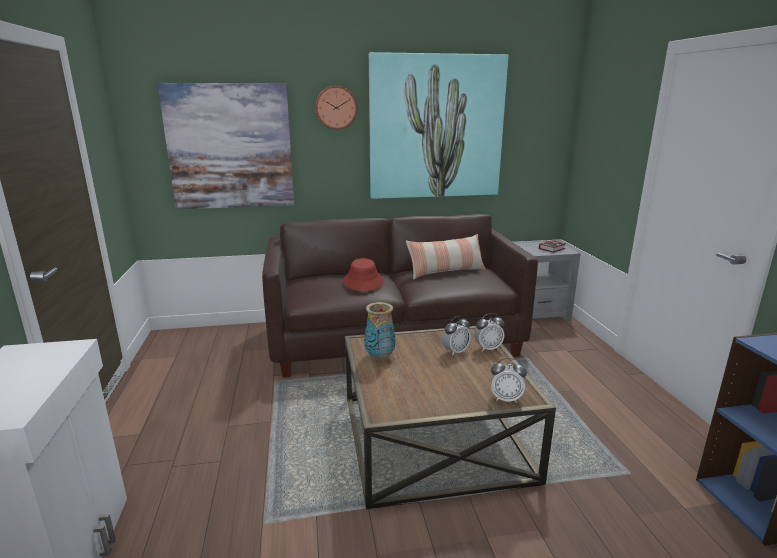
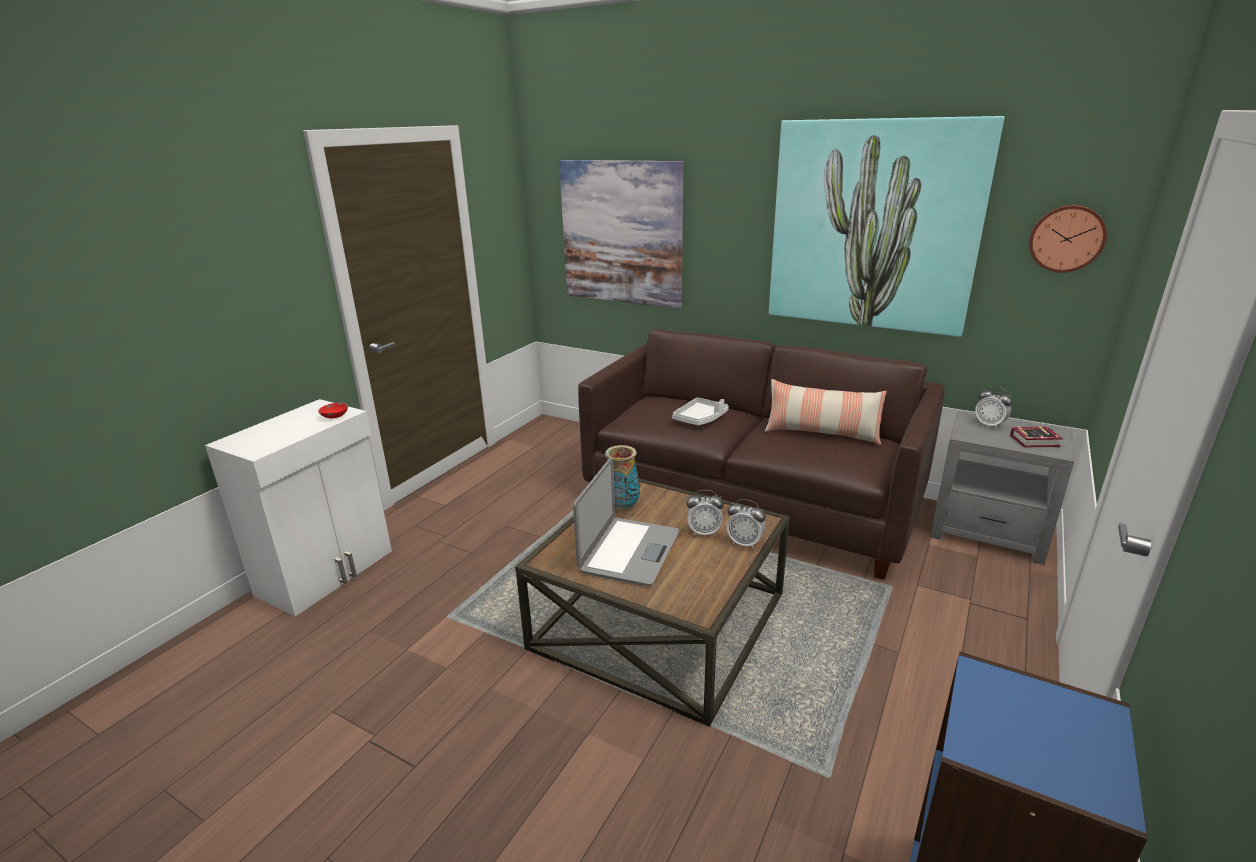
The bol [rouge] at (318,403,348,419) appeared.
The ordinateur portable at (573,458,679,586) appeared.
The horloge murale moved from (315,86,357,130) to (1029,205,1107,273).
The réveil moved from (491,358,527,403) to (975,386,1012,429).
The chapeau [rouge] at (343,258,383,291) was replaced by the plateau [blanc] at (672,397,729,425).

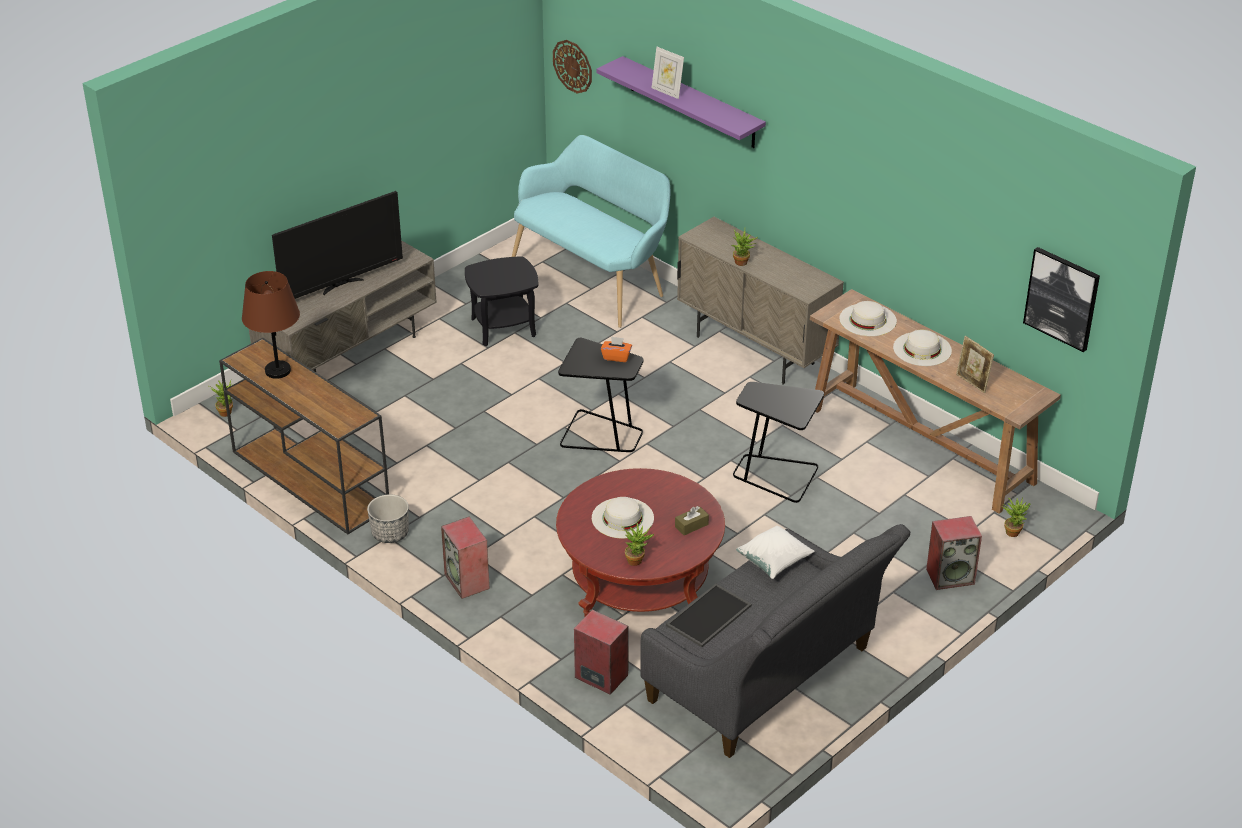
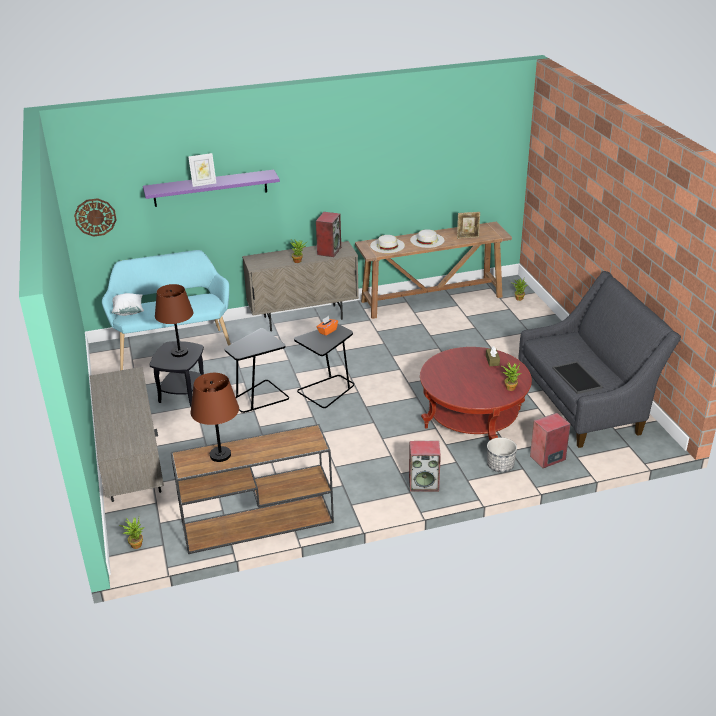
The téléviseur at (272,191,403,299) disappeared.
The chapeau [blanc] at (592,497,654,539) disappeared.
The tableau at (1023,247,1100,352) disappeared.
The lampe de table [marron] at (155,284,194,357) appeared.
The cache-pot moved from (367,494,409,543) to (487,437,517,472).
The table d'appoint [noir] moved from (733,382,824,503) to (224,328,289,413).
The coussin [blanc] moved from (736,526,815,579) to (112,293,144,316).
The enceinte moved from (926,516,982,590) to (316,212,341,257).

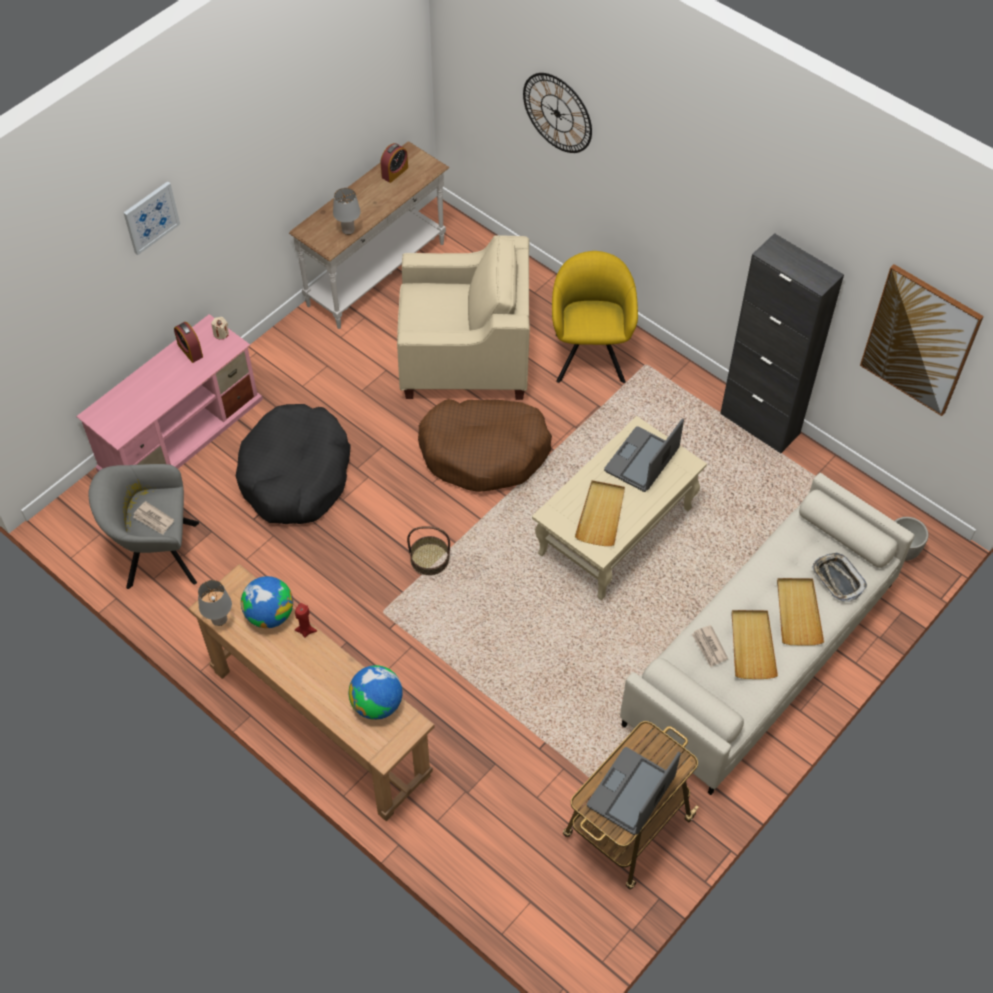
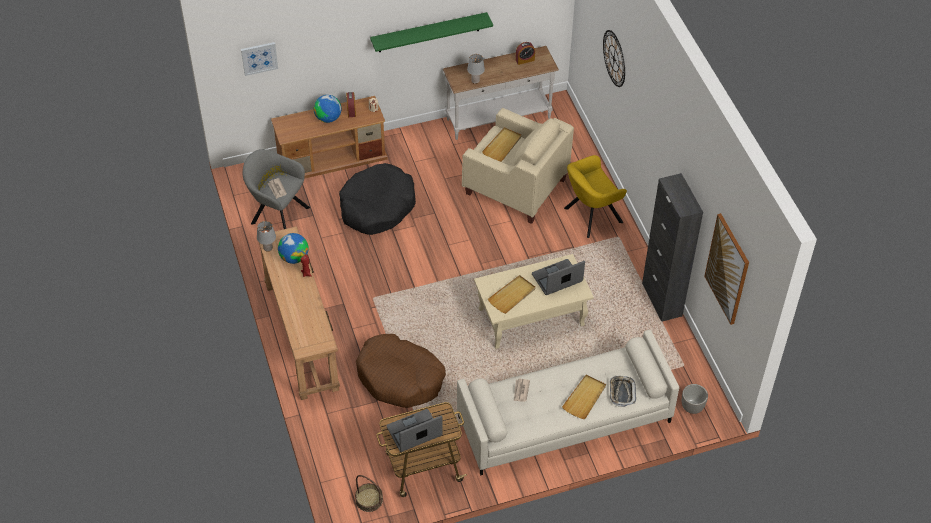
The étagère [vert] at (370,12,493,52) appeared.
The tableau moved from (124,181,180,255) to (241,42,278,76).
The globe moved from (349,665,403,720) to (314,95,342,123).
The panier moved from (407,526,450,576) to (355,475,383,512).
The panier pour chien [marron] moved from (418,399,552,492) to (356,334,446,408).
The plateau [beige] moved from (731,610,778,679) to (482,127,522,162).
The meuble télé [rose] at (76,314,263,472) became the meuble télé [marron] at (271,96,388,179).
The fauteuil [jaune] at (552,251,638,383) turned 150 degrees counterclockwise.

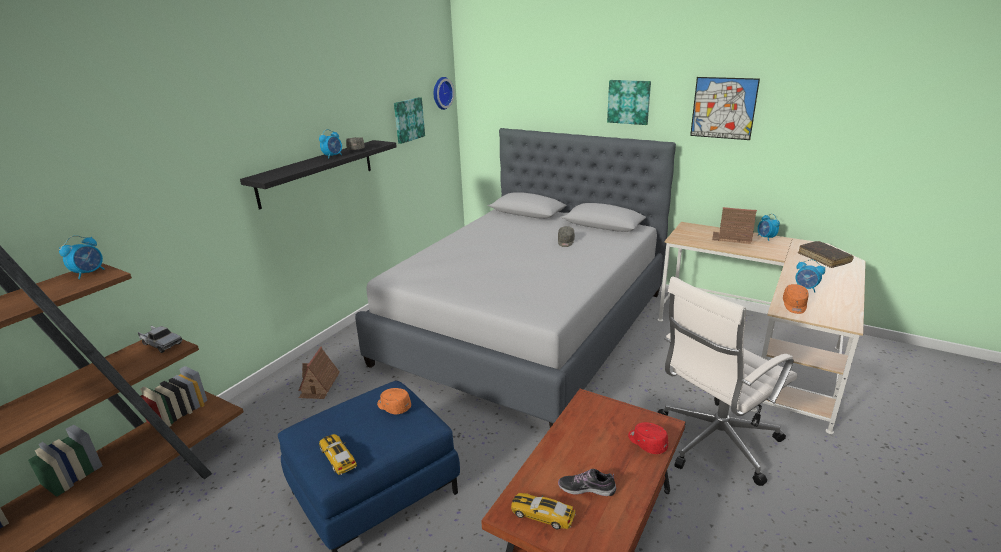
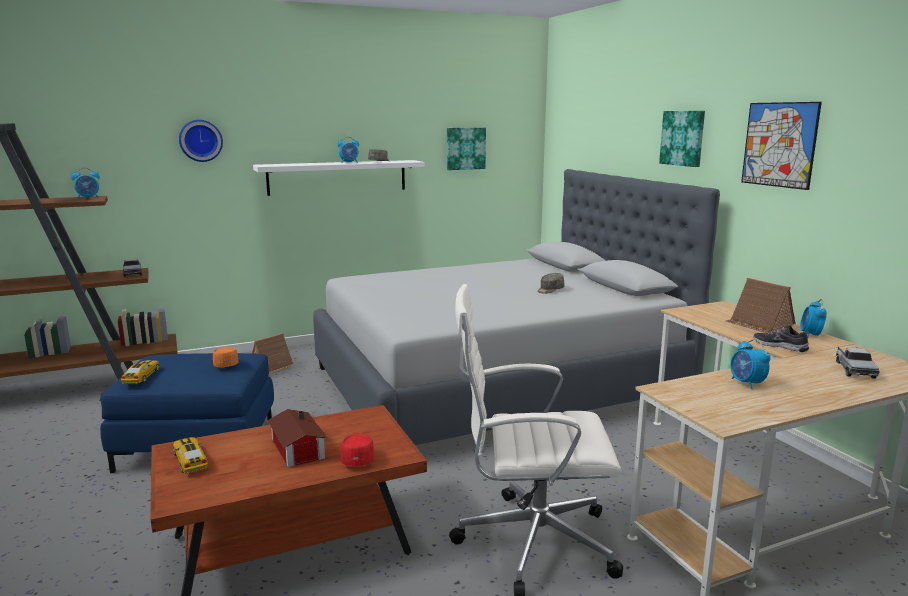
The casquette [orange] at (783,284,808,314) disappeared.
The maison miniature at (267,409,327,467) appeared.
The horloge murale moved from (434,77,454,110) to (179,120,223,162).
The chaussure moved from (558,469,616,496) to (753,325,809,352).
The livre [marron] at (798,241,854,268) was replaced by the camion jouet at (836,346,880,379).
The étagère [noir] at (240,140,397,210) became the étagère [blanc] at (253,160,425,196).

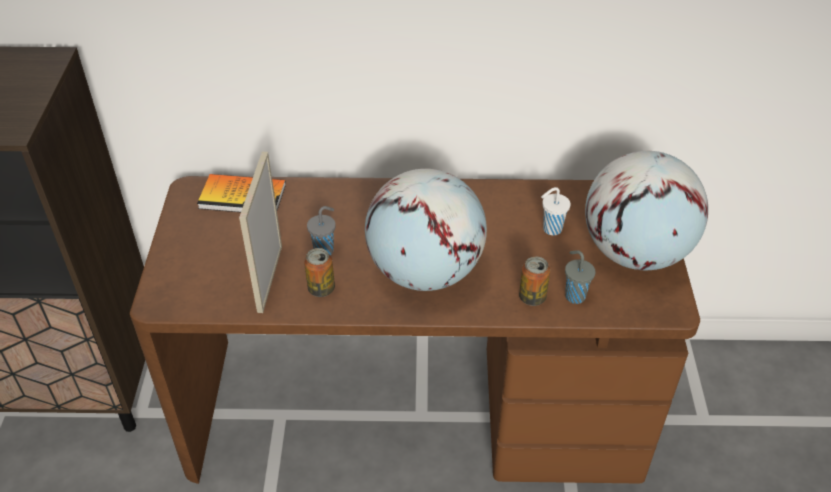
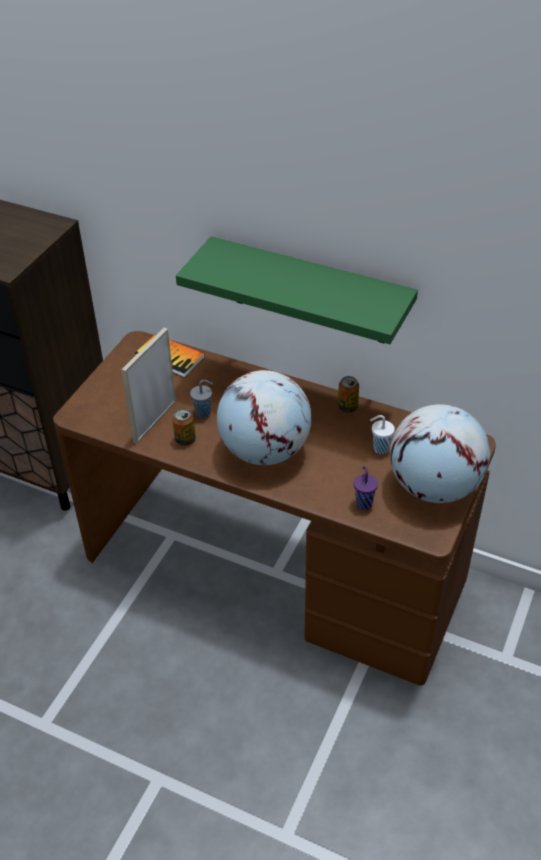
The étagère [vert] at (176,236,418,344) appeared.
The boîte métallique moved from (519,257,550,306) to (338,376,359,413).
The tasse [gris] at (565,250,595,304) became the tasse [violet] at (354,466,378,510).

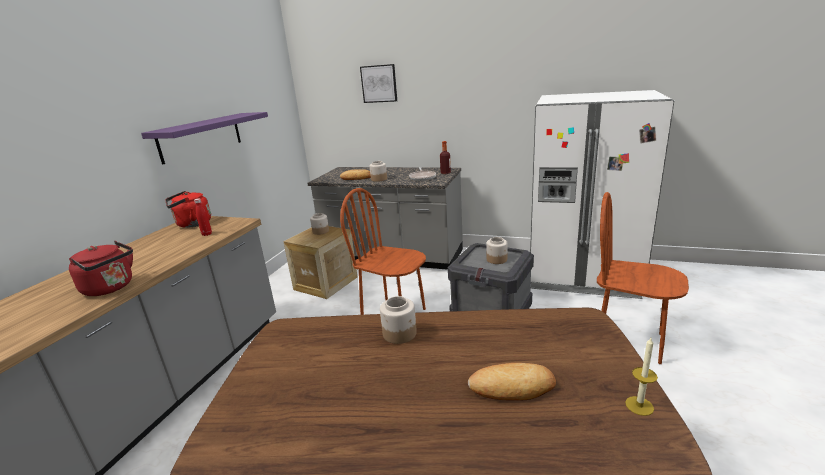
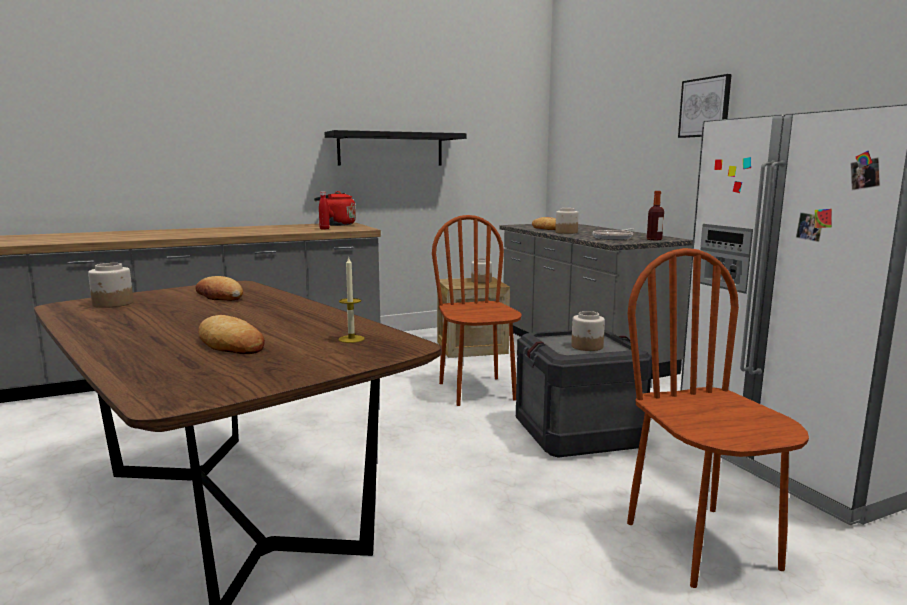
The bouilloire [rouge] at (69,241,133,296) disappeared.
The pain at (196,276,243,301) appeared.
The tableau moved from (360,64,397,103) to (678,74,732,138).
The bocal moved from (380,296,417,344) to (88,263,133,308).
The bougie moved from (625,338,658,416) to (339,256,365,343).
The étagère [violet] at (141,112,268,165) became the étagère [noir] at (325,130,466,166).

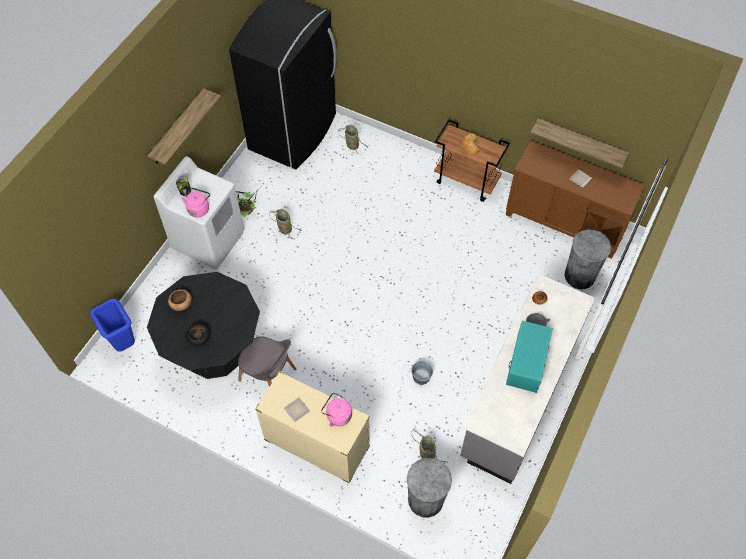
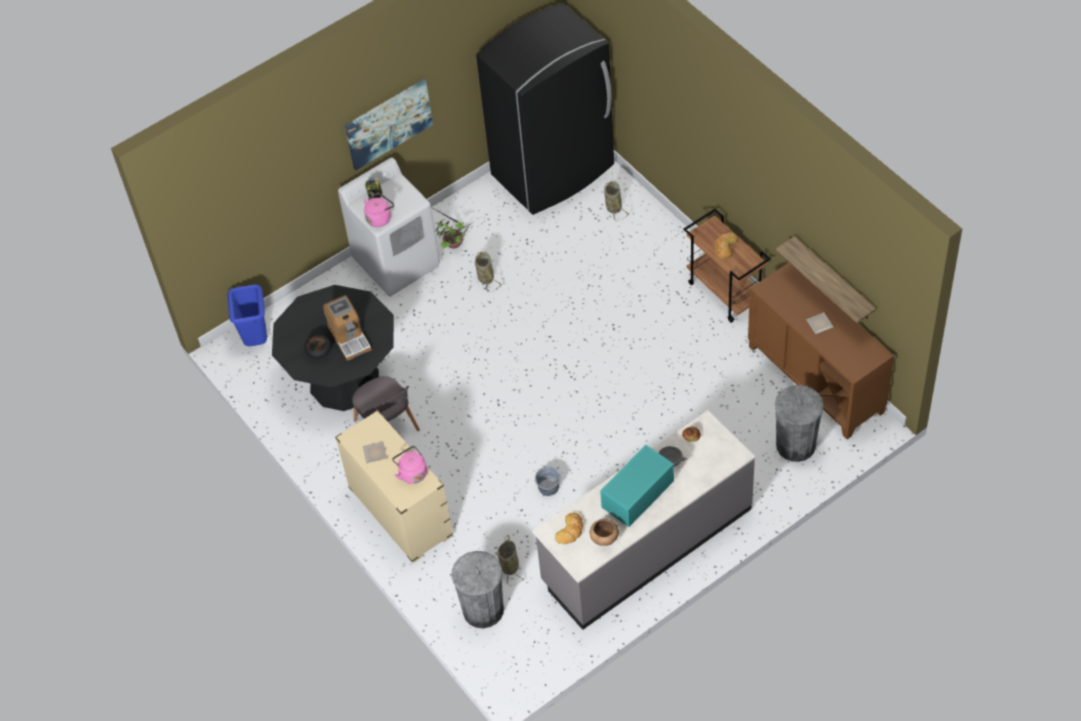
The machine à café at (323,295,372,361) appeared.
The pain at (555,513,583,544) appeared.
The bol [marron] moved from (168,289,192,311) to (590,519,619,546).
The étagère at (147,88,221,165) was replaced by the tableau at (345,79,433,170).

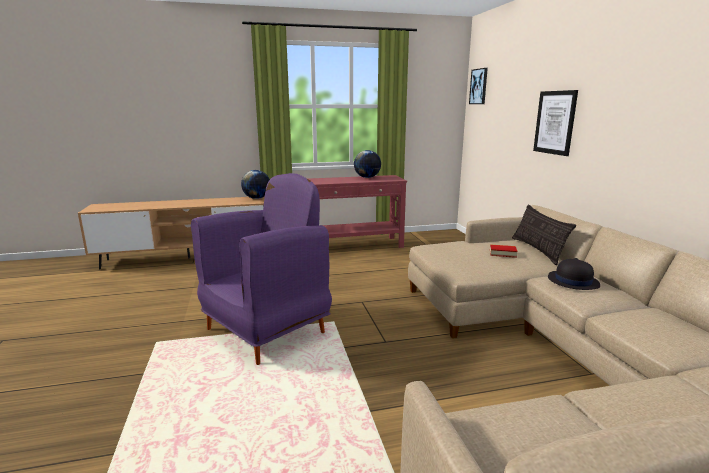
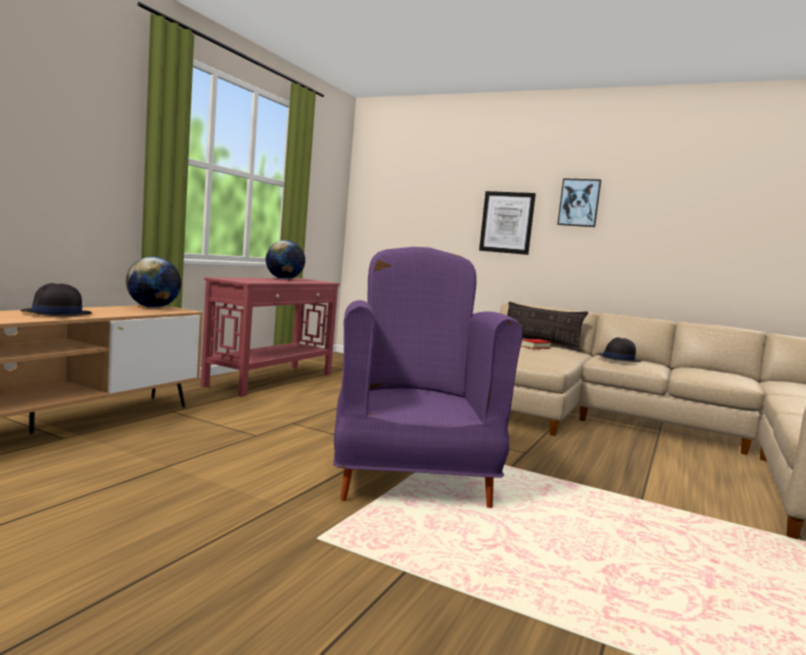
The chapeau [noir] at (21,283,92,316) appeared.
The tableau moved from (469,68,488,104) to (557,178,601,227).

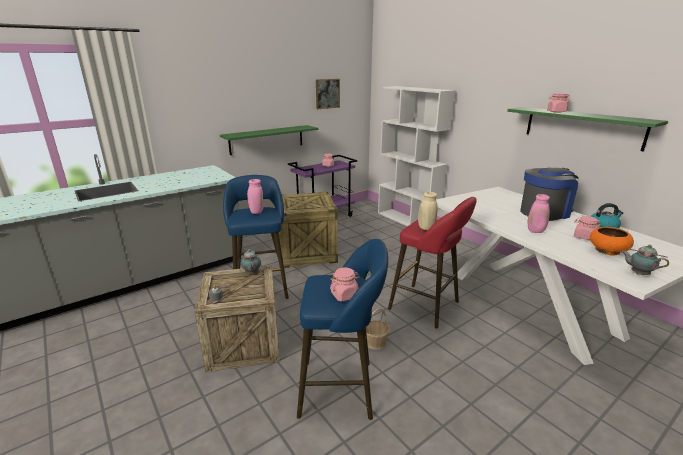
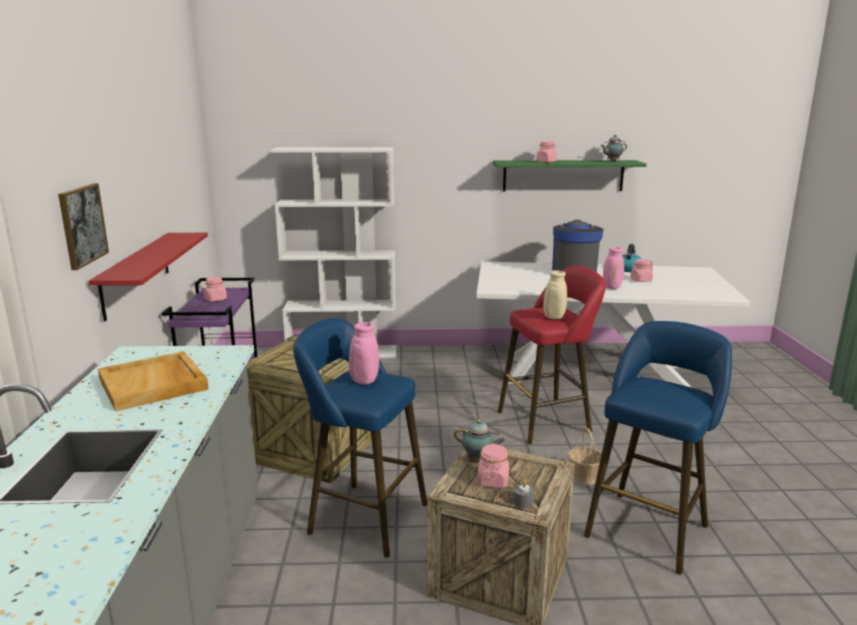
The bol [orange] at (590,227,634,256) disappeared.
The plateau [beige] at (98,351,209,412) appeared.
The tableau moved from (316,79,340,109) to (58,183,109,270).
The bocal [rose] moved from (330,268,360,302) to (477,444,509,488).
The théière moved from (621,245,669,275) to (601,135,627,162).
The étagère [vert] at (220,125,318,155) became the étagère [rouge] at (89,233,208,321).

